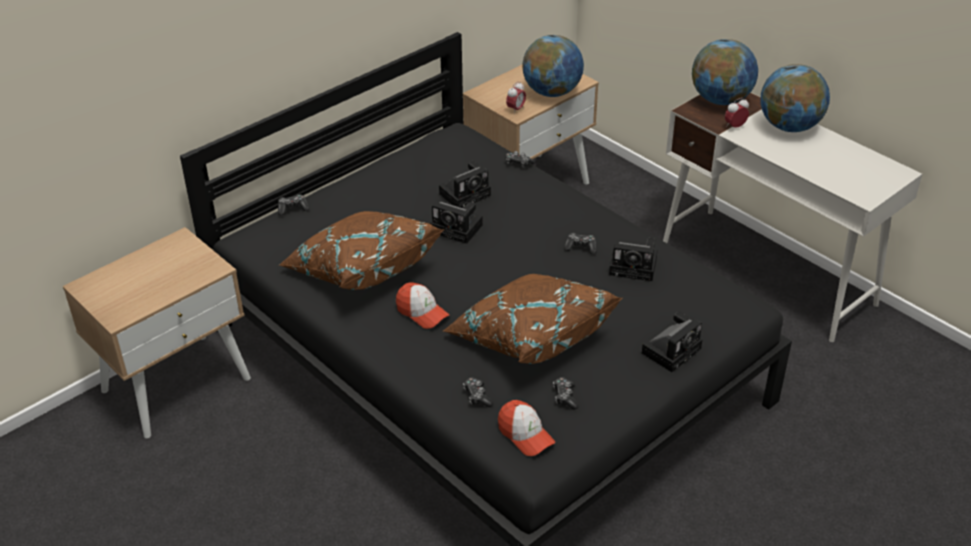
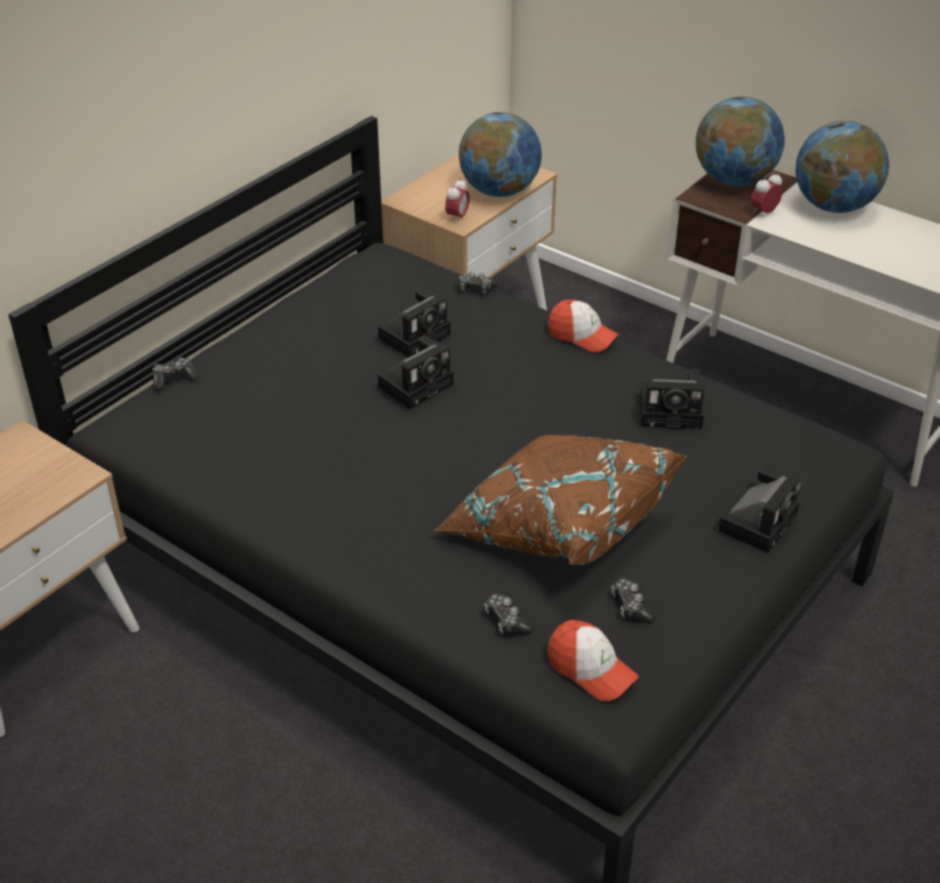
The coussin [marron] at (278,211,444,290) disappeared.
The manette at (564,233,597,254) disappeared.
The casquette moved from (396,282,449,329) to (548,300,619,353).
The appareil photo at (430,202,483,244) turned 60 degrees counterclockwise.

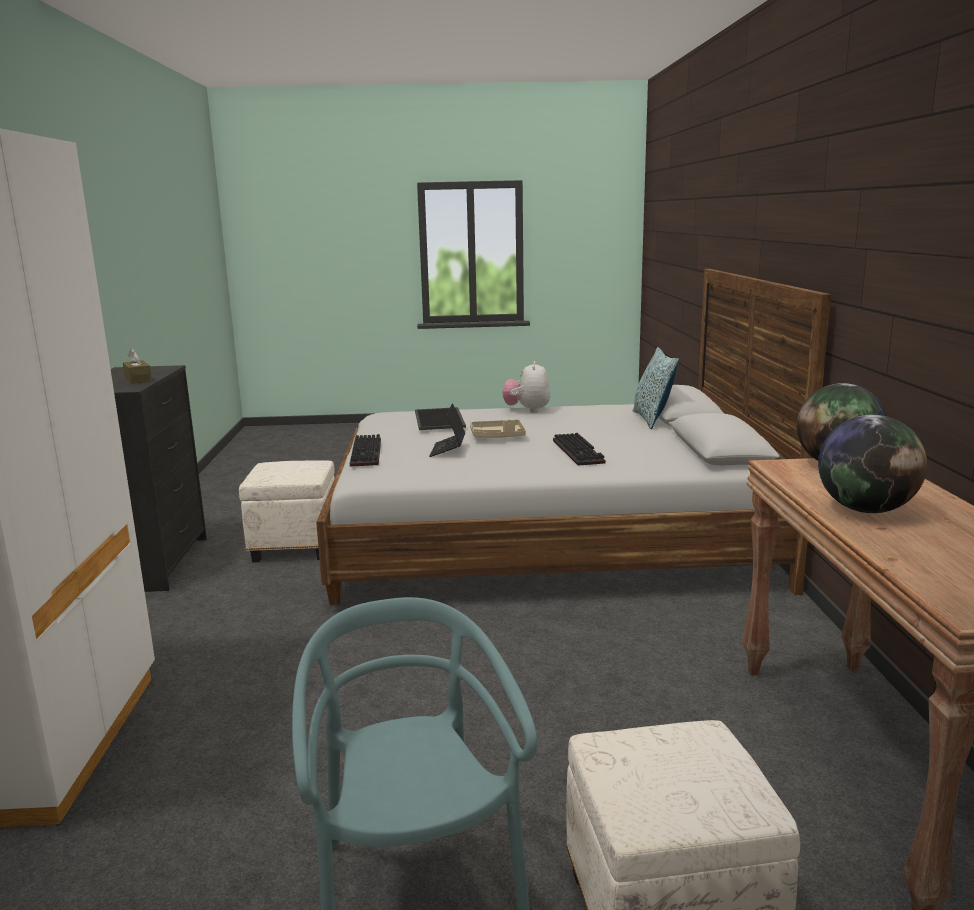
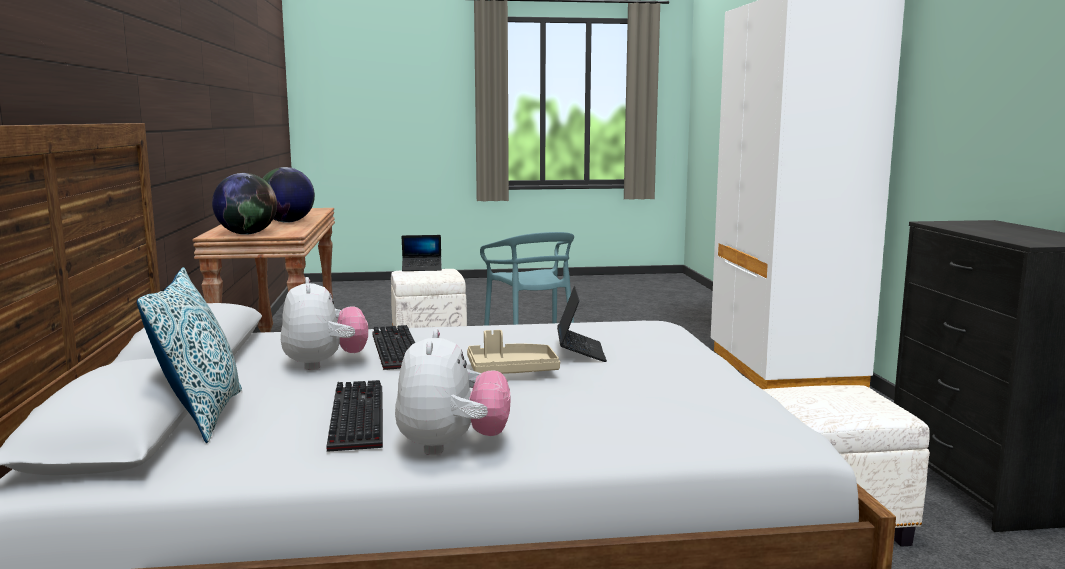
The boîte à mouchoirs [marron] at (123,349,152,384) disappeared.
The plateau at (415,407,466,430) disappeared.
The peluche at (281,277,368,370) appeared.
The ordinateur portable at (401,235,442,271) appeared.
The clavier moved from (350,434,381,467) to (326,380,383,452).

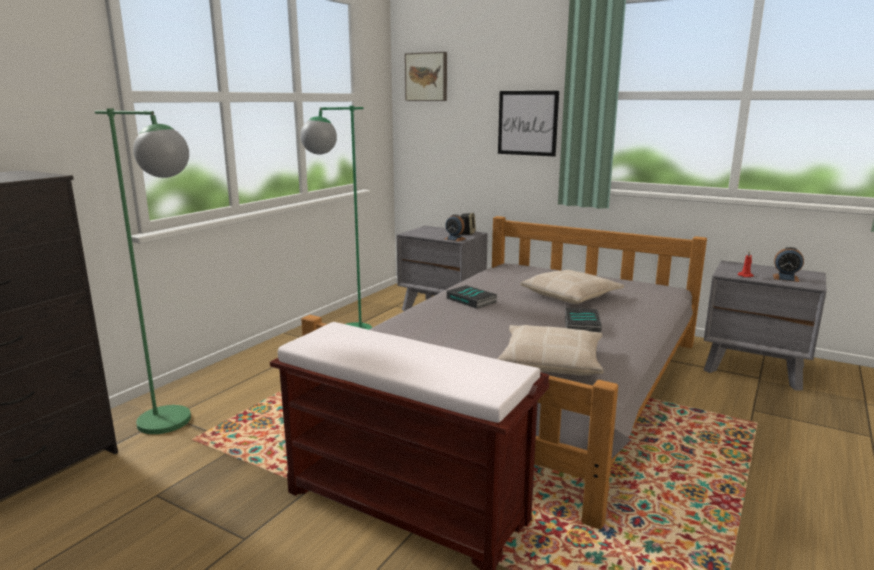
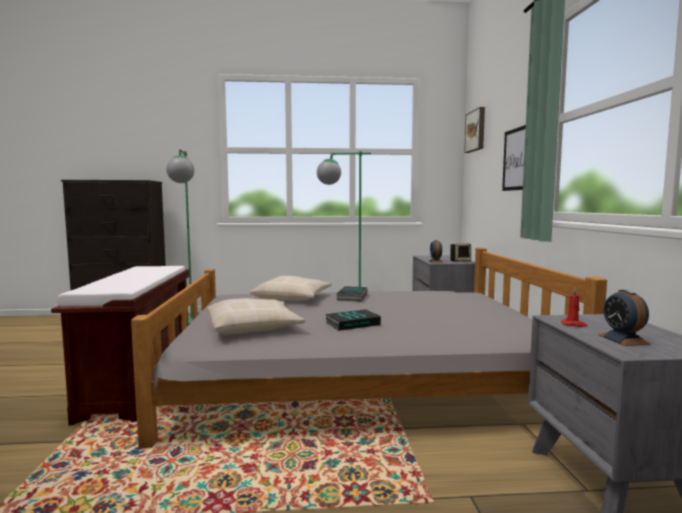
The coussin [beige] moved from (520,270,624,304) to (250,276,332,301).

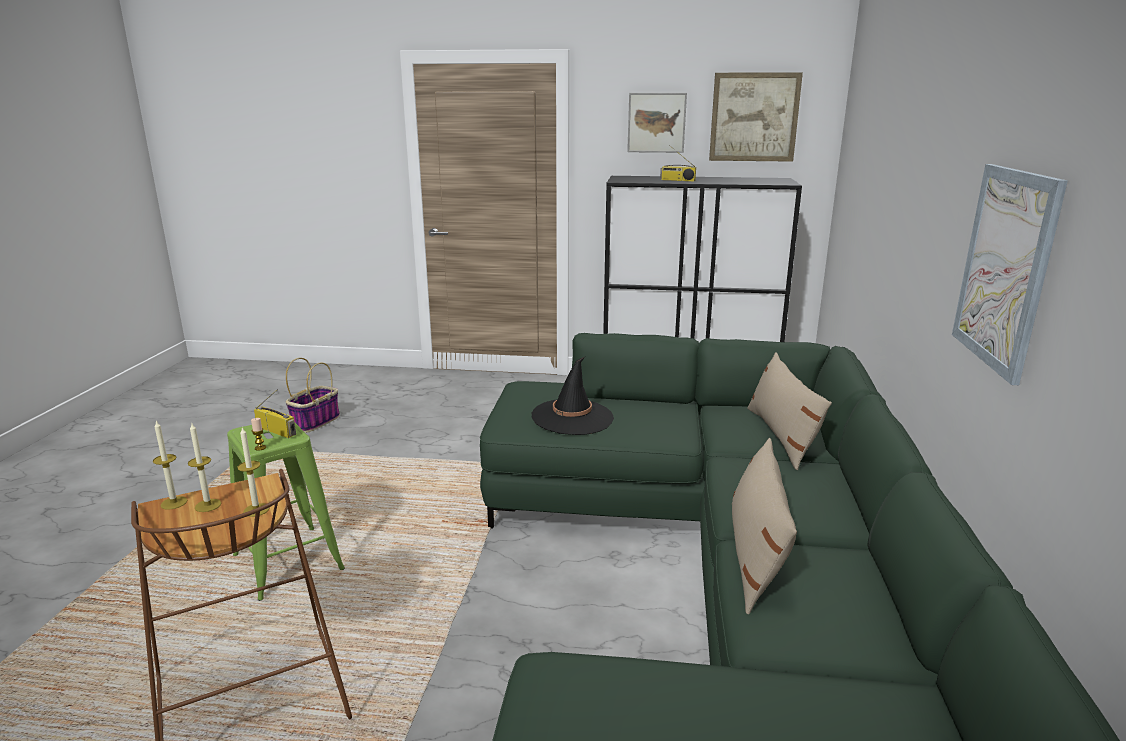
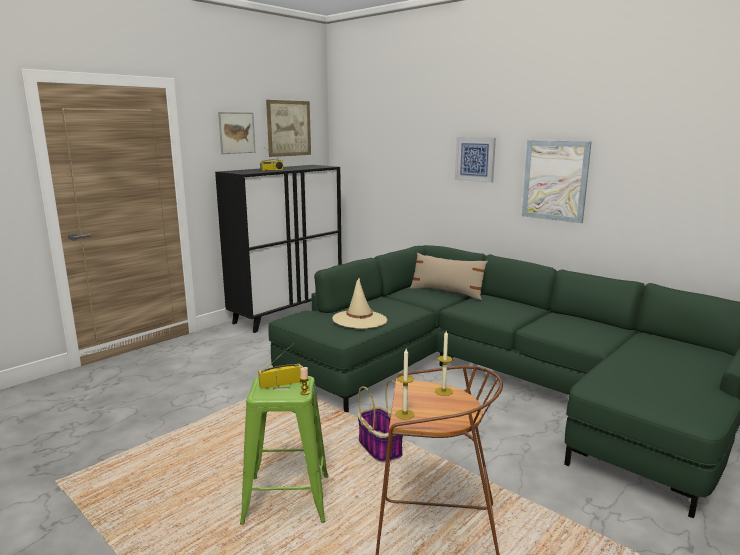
The bougie at (188,422,221,512) disappeared.
The coussin [beige] at (732,438,797,614) disappeared.
The tableau at (455,137,496,183) appeared.
The panier moved from (286,358,340,433) to (357,380,403,463).
The chapeau [noir] at (531,357,614,435) became the chapeau [beige] at (332,278,387,329).

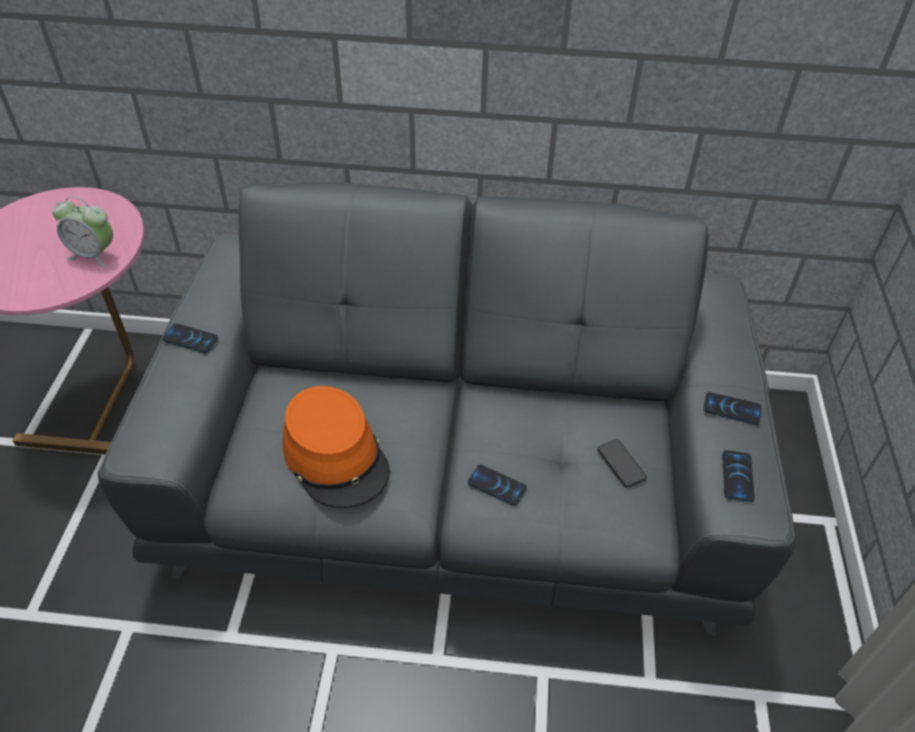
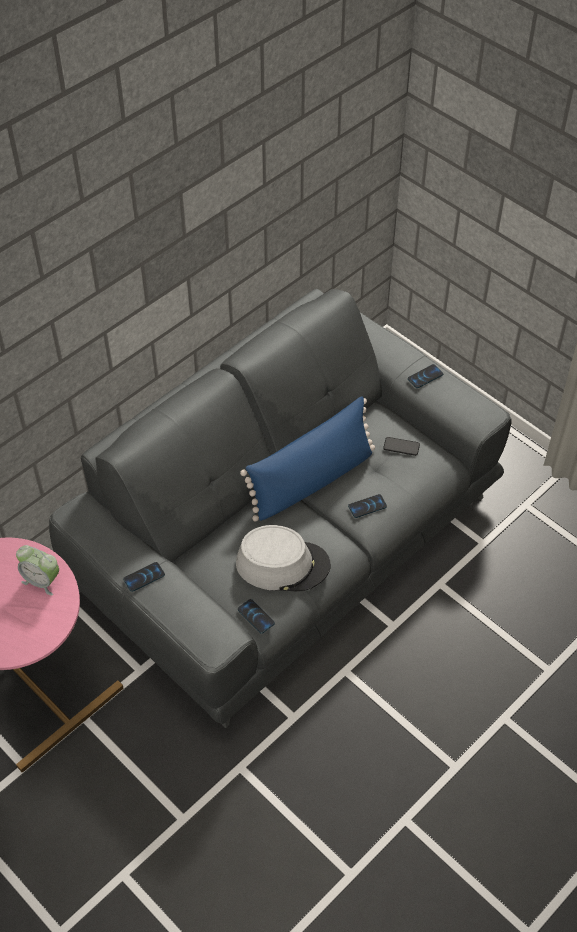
The coussin [bleu] at (240,396,375,522) appeared.
The téléphone moved from (722,450,755,502) to (238,599,275,634).
The chapeau [orange] at (283,386,390,508) became the chapeau [gris] at (236,525,331,591).
The réveil at (52,196,113,268) turned 60 degrees clockwise.

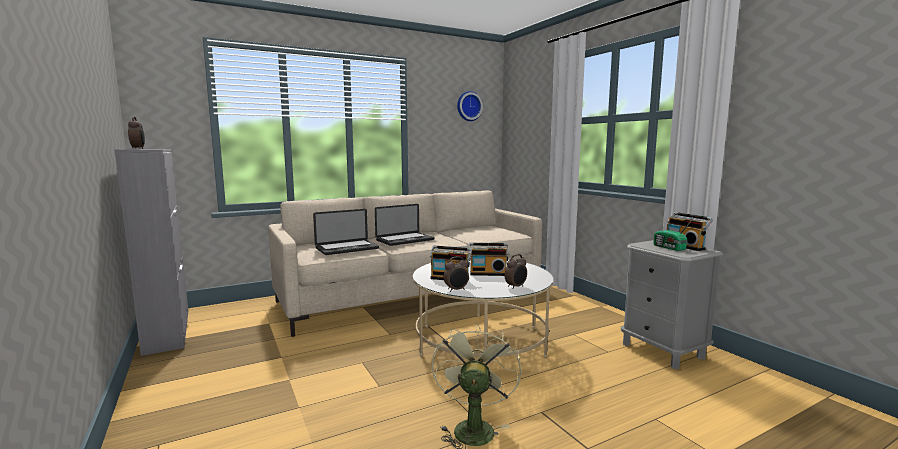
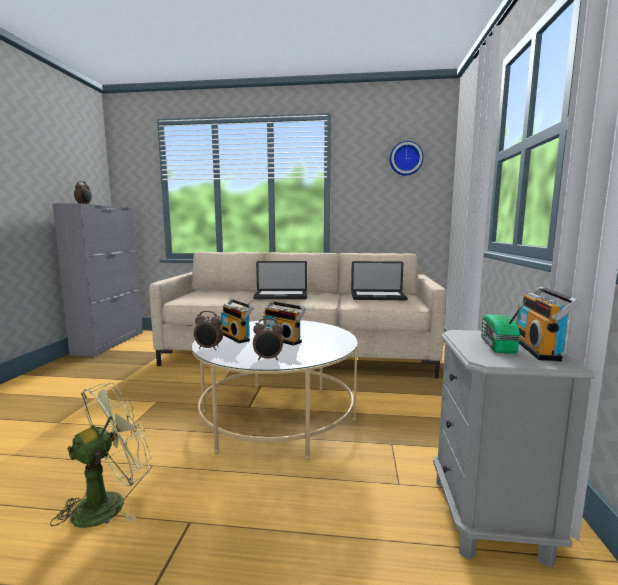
The ordinateur portable moved from (313,209,379,255) to (351,261,408,300).

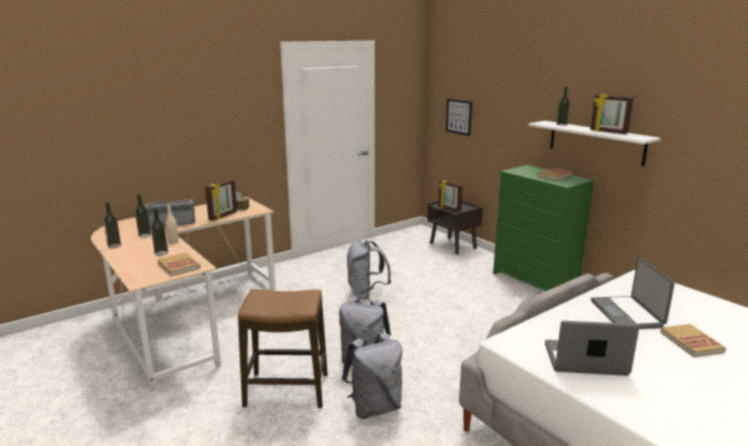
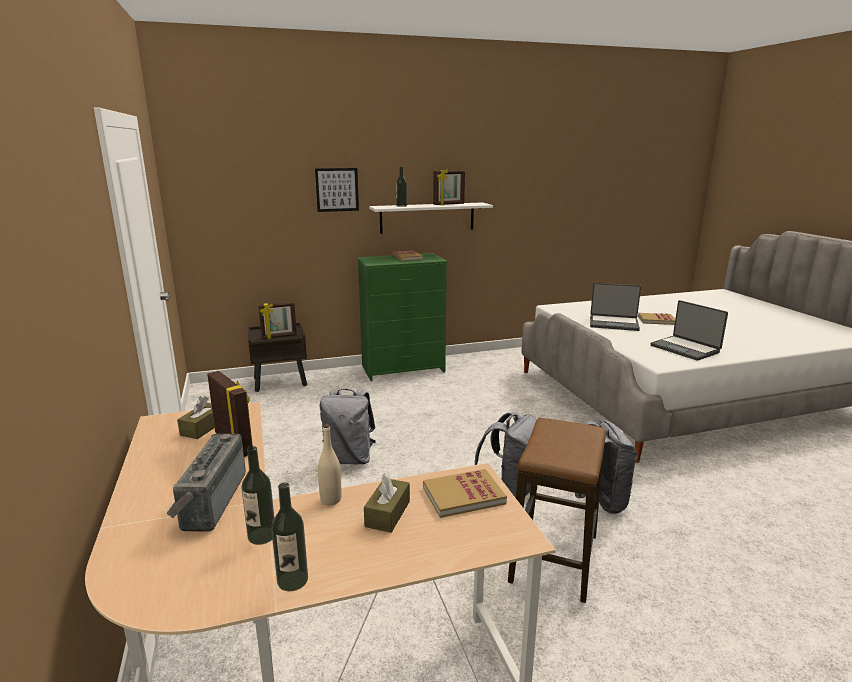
The tableau moved from (446,99,472,136) to (315,168,359,212).
The bouteille at (151,208,168,256) was replaced by the boîte à mouchoirs [marron] at (364,473,410,533).
The ordinateur portable at (545,321,639,376) turned 60 degrees counterclockwise.

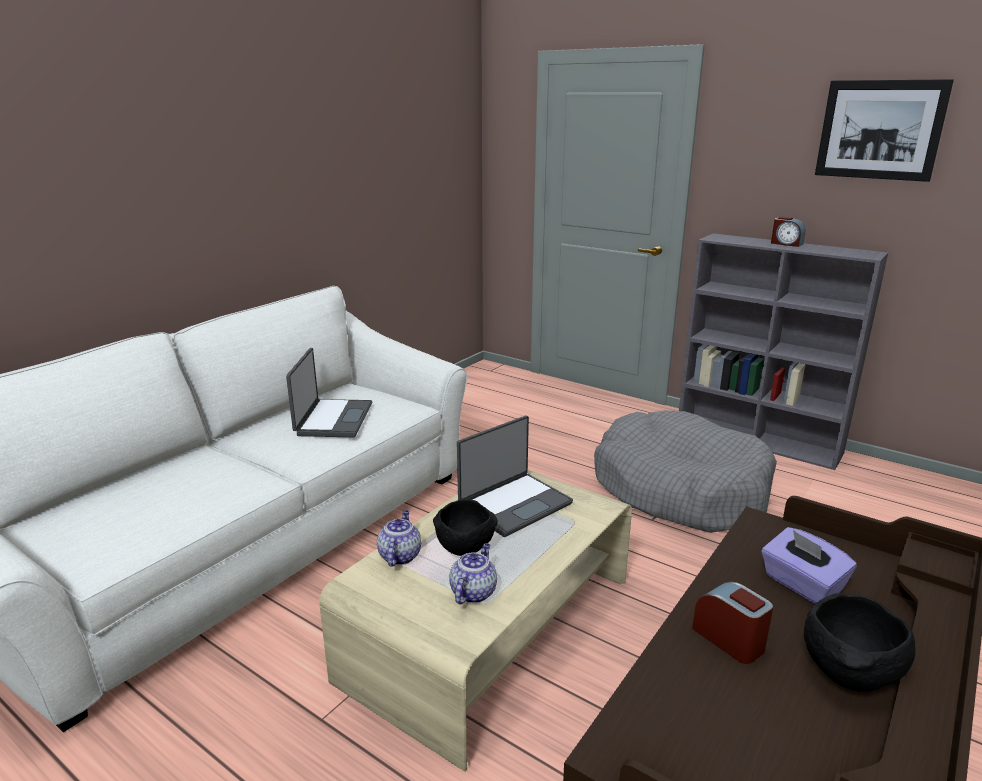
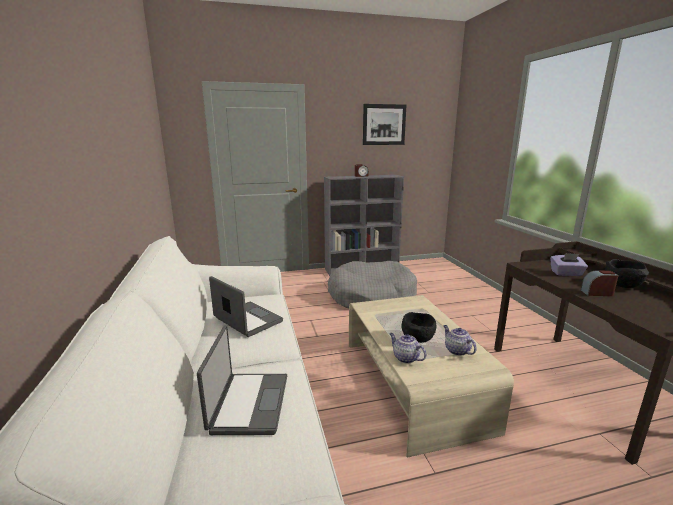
The ordinateur portable moved from (457,415,573,537) to (197,325,287,435).

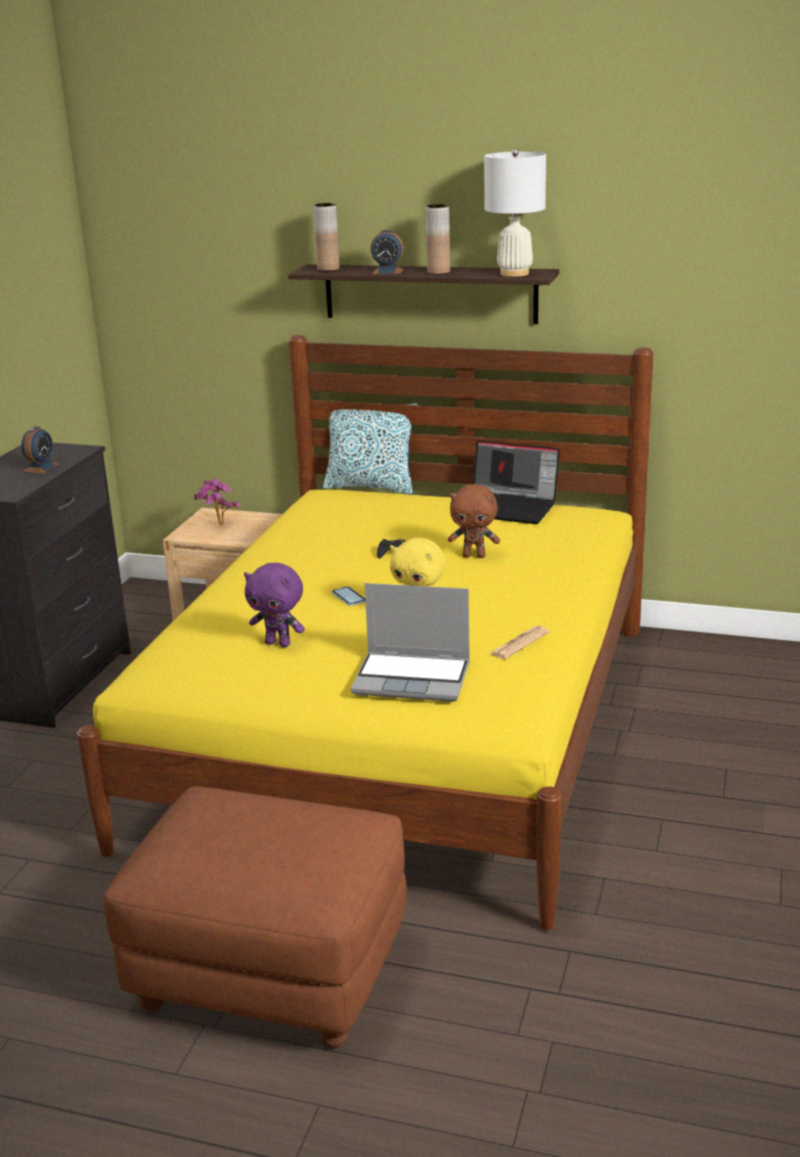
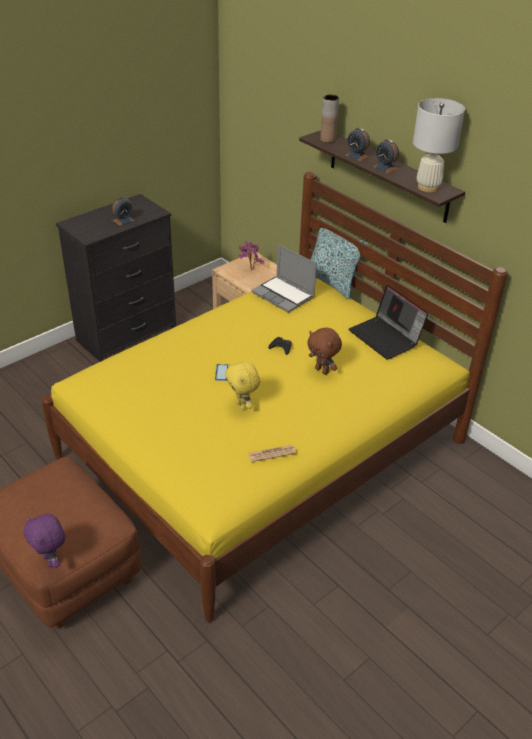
The peluche [violet] moved from (244,563,305,647) to (24,514,65,568).
The ordinateur portable moved from (351,583,470,702) to (251,244,317,313).
The vase [marron] at (426,204,450,274) was replaced by the réveil at (373,139,399,174).

